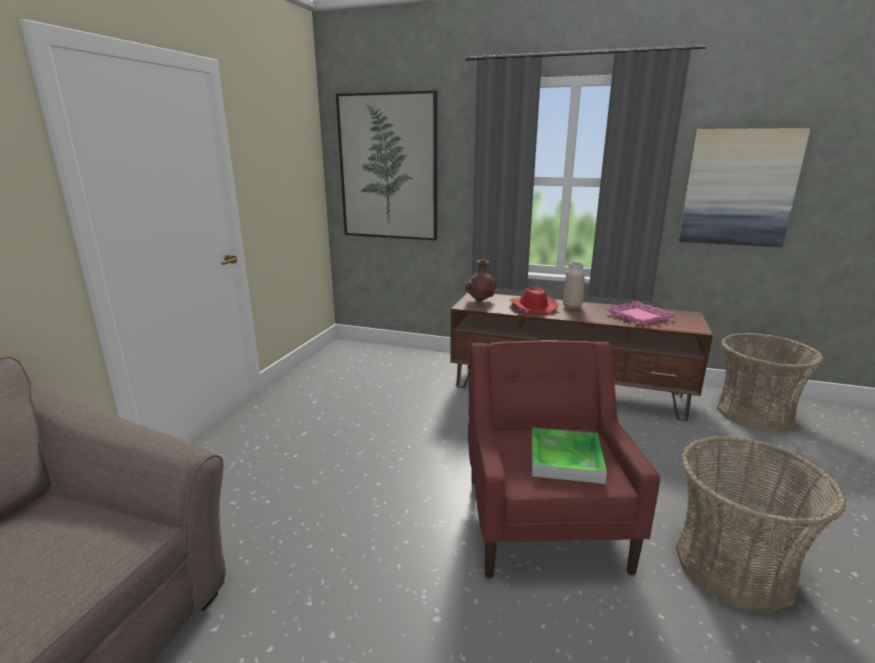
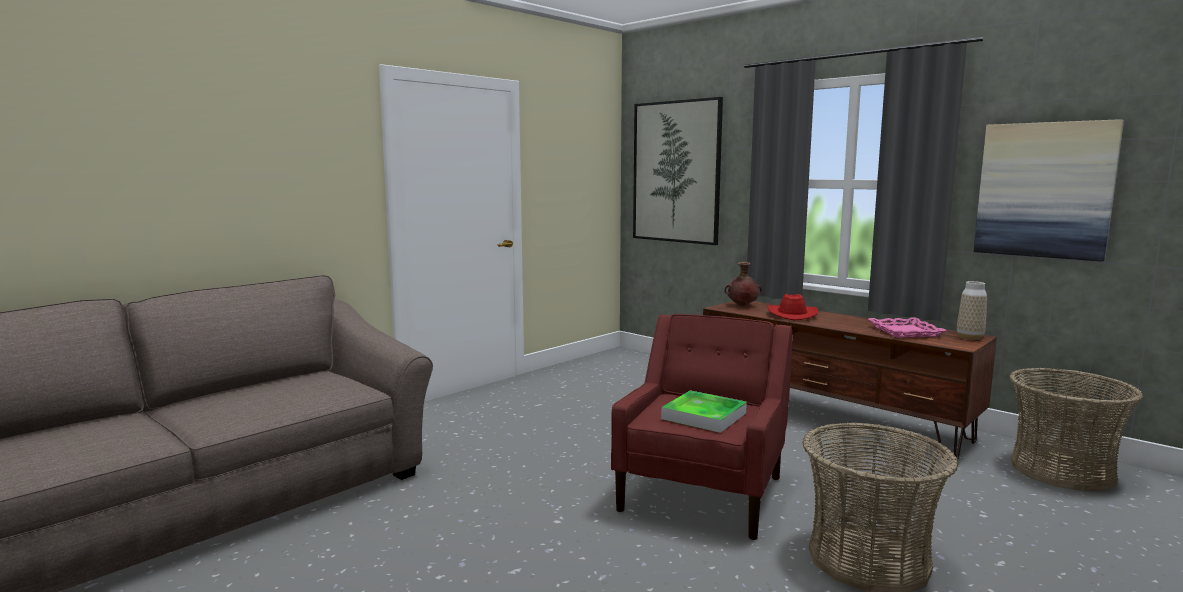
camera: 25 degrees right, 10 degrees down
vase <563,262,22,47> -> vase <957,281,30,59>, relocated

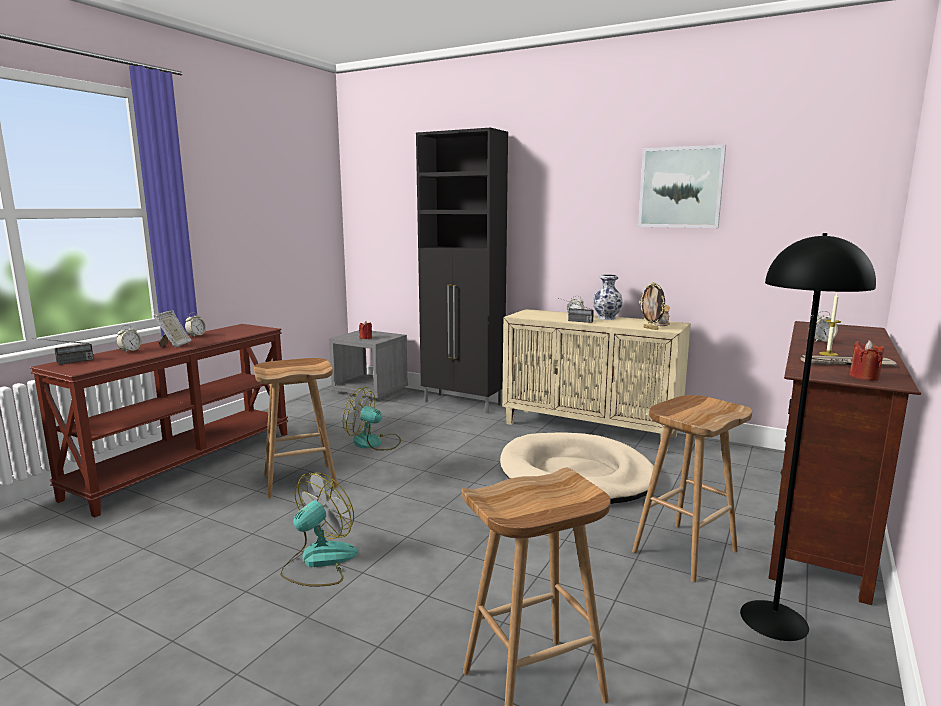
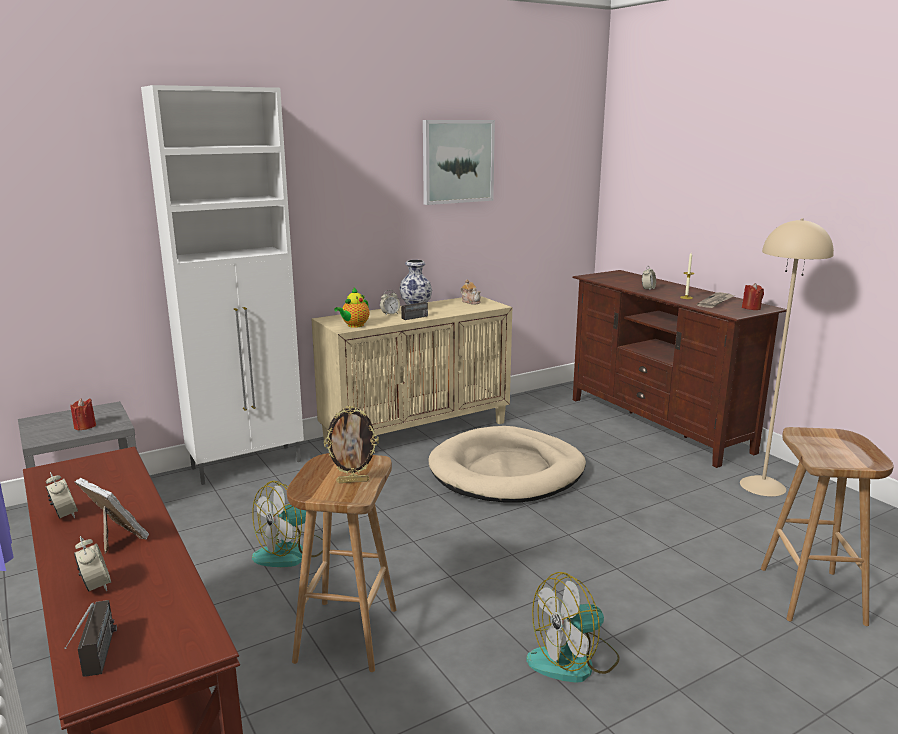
camera: 60 degrees left, 5 degrees up
cabinet/black <416,127,92,286> -> cabinet/white <141,85,163,400>
floor lamp/black <740,233,136,408> -> floor lamp/beige <740,218,94,278>
picture frame <639,282,27,48> -> picture frame <324,406,55,77>, relocated
stool/brown <632,395,120,187> -> none
fan <280,473,78,114> -> fan <526,572,94,111>, 90 degrees counterclockwise
none -> teapot <334,288,36,40>

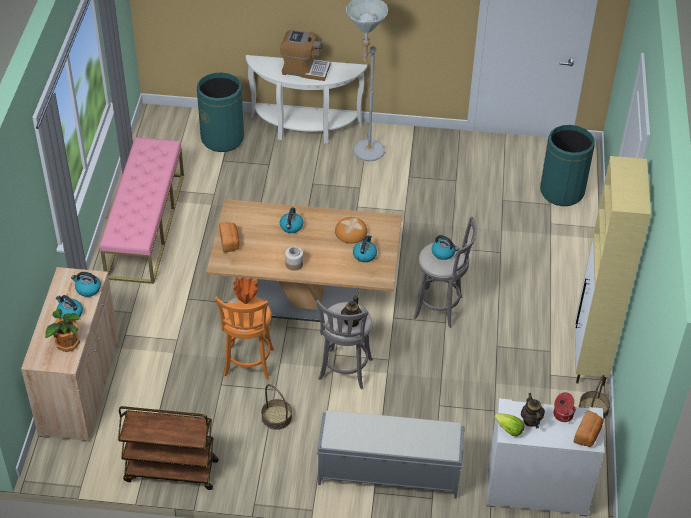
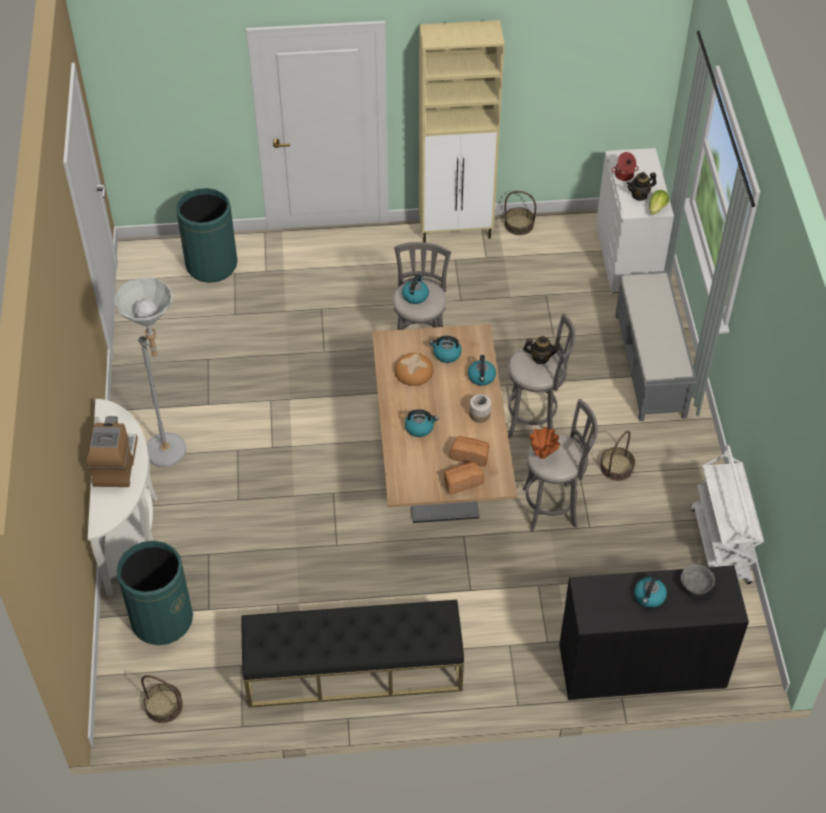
camera: 100 degrees left, 5 degrees up
bench/pink <100,137,84,147> -> bench/black <242,600,222,107>
cabinet/beige <21,267,98,174> -> cabinet/black <559,565,190,135>
kettle <71,272,30,25> -> kettle <468,355,28,31>, relocated
stool/orange <215,296,59,84> -> stool/grey <523,398,75,134>
potted plant <45,309,35,43> -> bowl/grey <681,564,34,31>
cart/brown <118,406,101,84> -> cart/white <691,445,73,139>
bread <574,410,29,37> -> bread <450,436,39,31>, relocated
none -> basket <141,675,42,48>

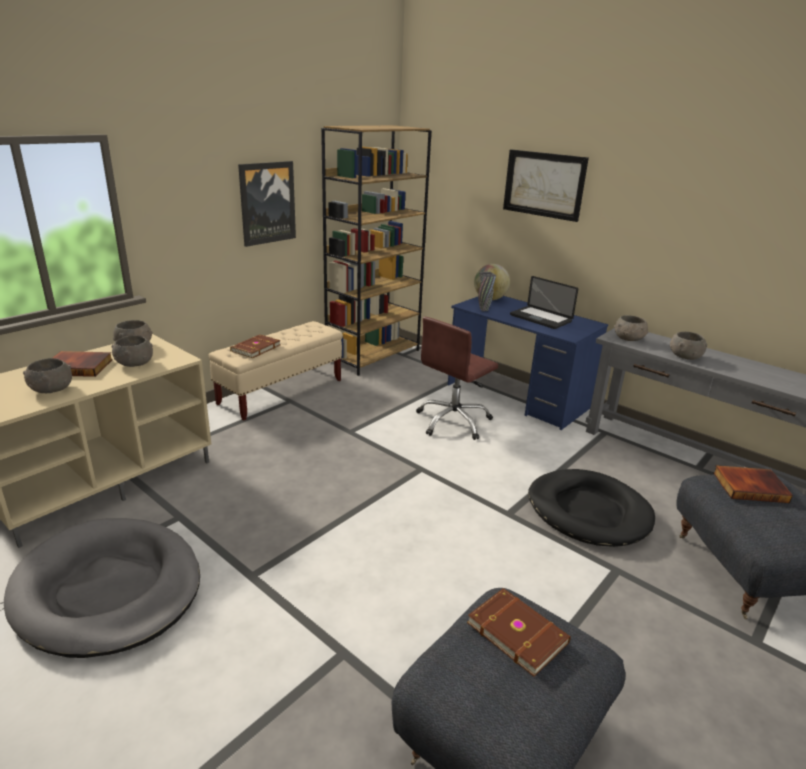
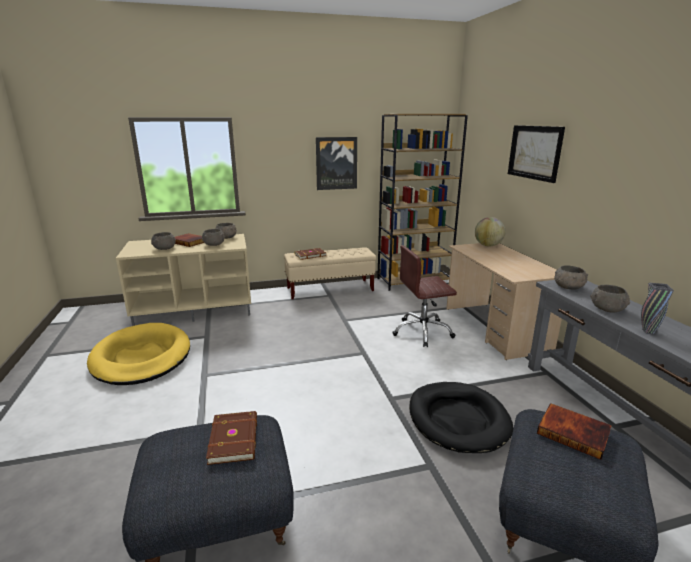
camera: 35 degrees right, 5 degrees down
vase/grey <478,272,18,39> -> vase/grey <641,283,33,51>, relocated
laptop <510,276,68,53> -> none
desk/blue <448,296,160,134> -> desk/beige <446,243,116,117>
dog bed/grey <4,518,196,140> -> dog bed/yellow <87,323,103,62>

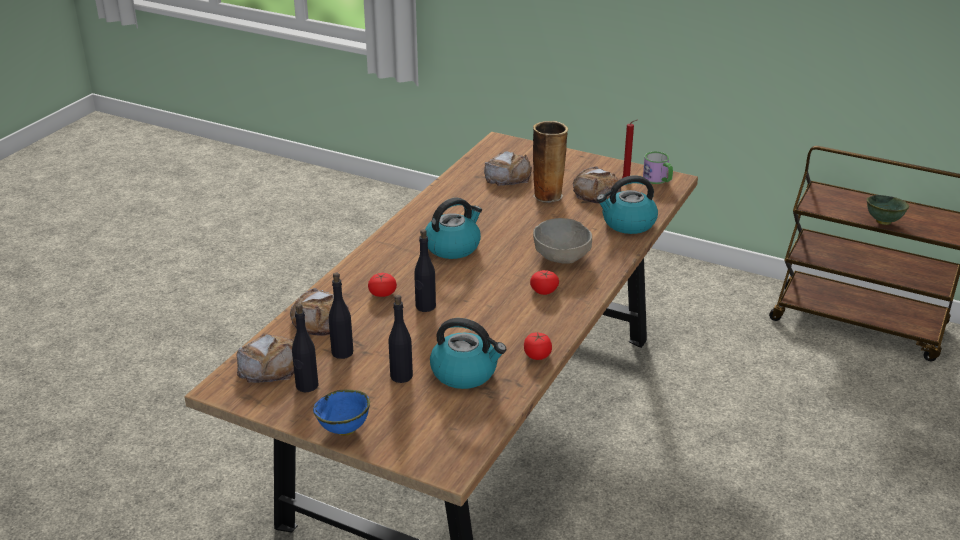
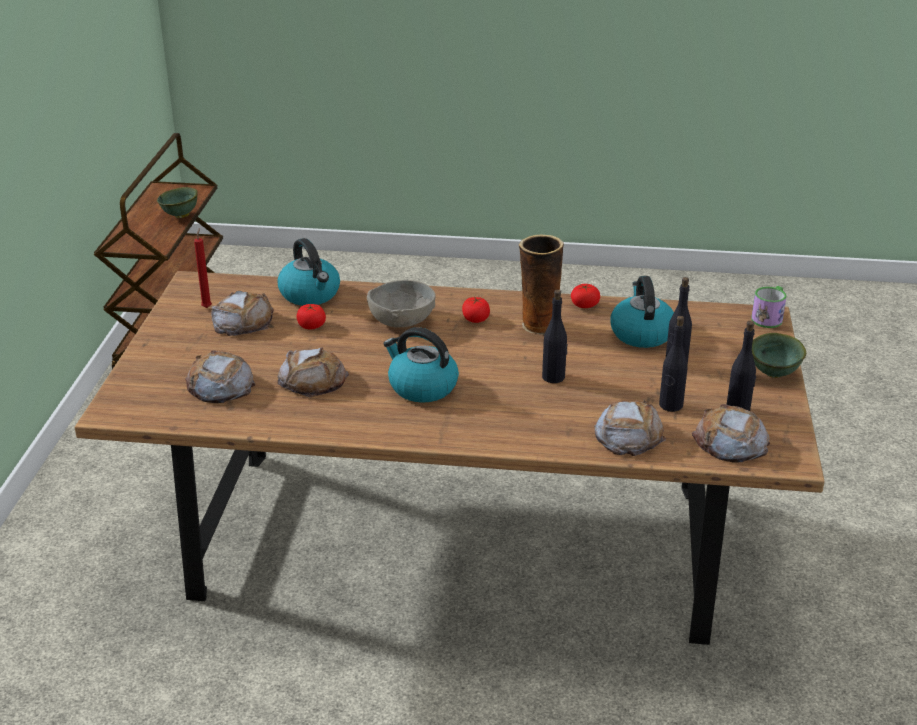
camera: 110 degrees left, 0 degrees up
vase <533,121,35,82> -> vase <519,235,45,100>, relocated
mug <643,151,30,33> -> mug <751,286,36,42>, relocated
tomato <368,273,29,24> -> tomato <296,304,30,25>, relocated
bowl/blue <313,389,57,47> -> bowl/green <752,333,54,45>
none -> bread <278,347,71,51>

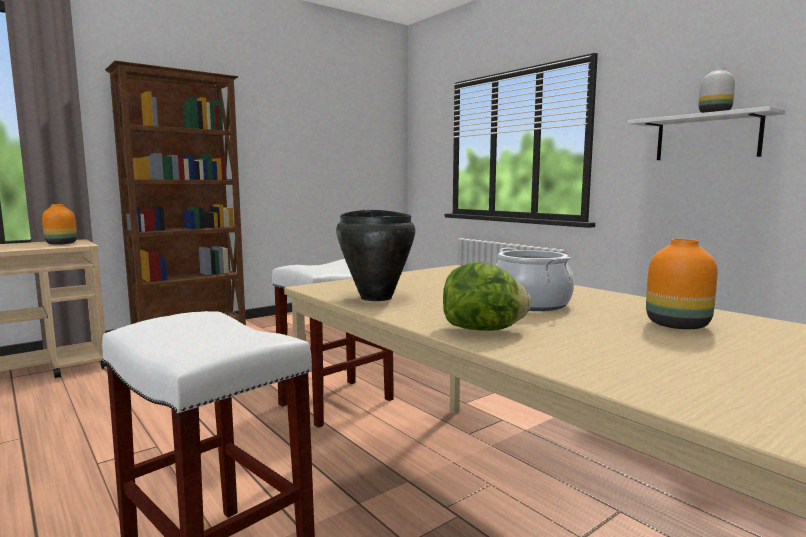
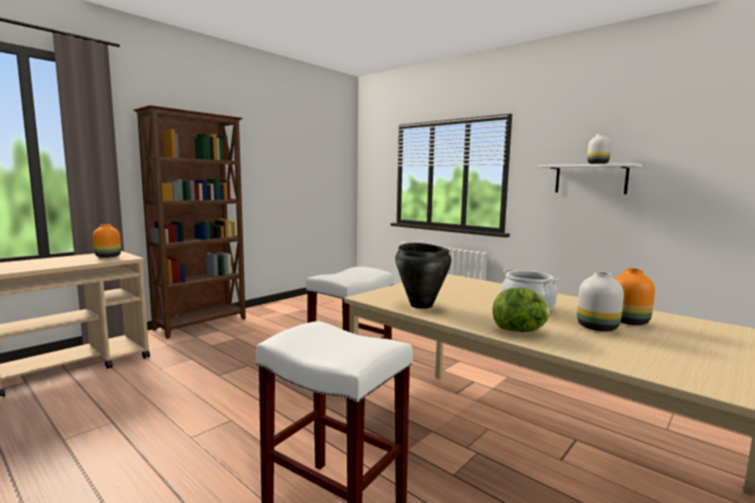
camera: 10 degrees left, 0 degrees up
none -> vase/white <577,272,47,60>

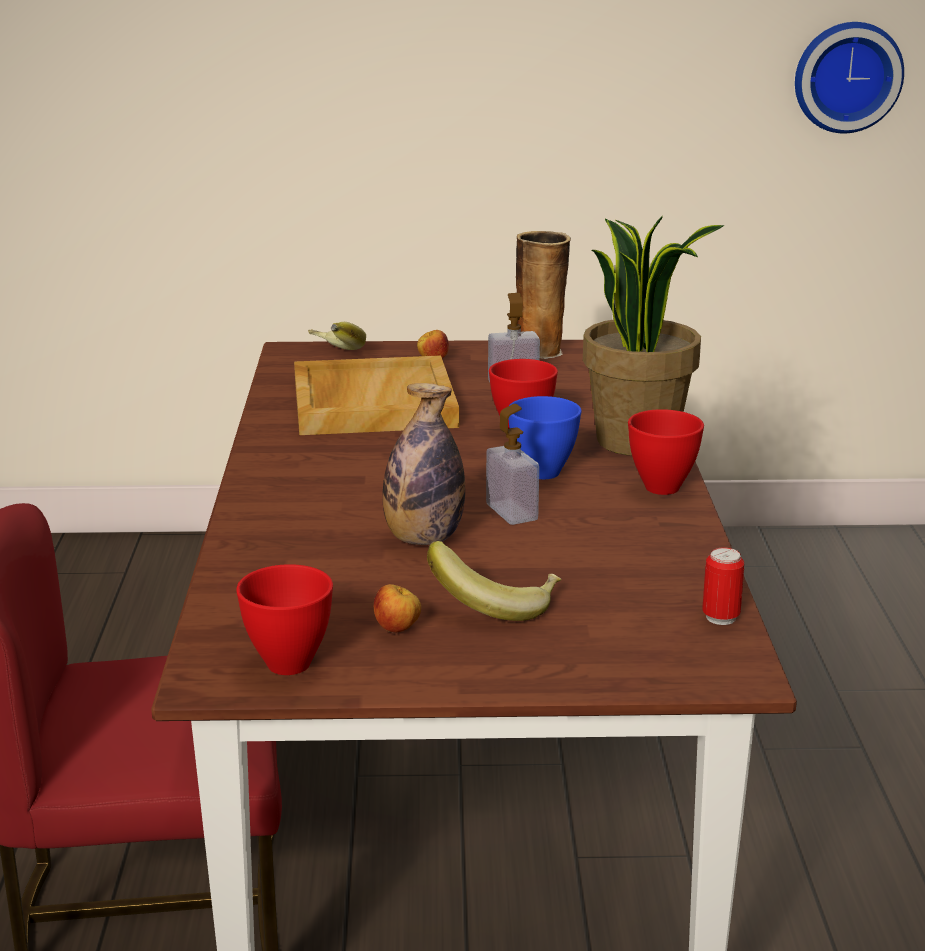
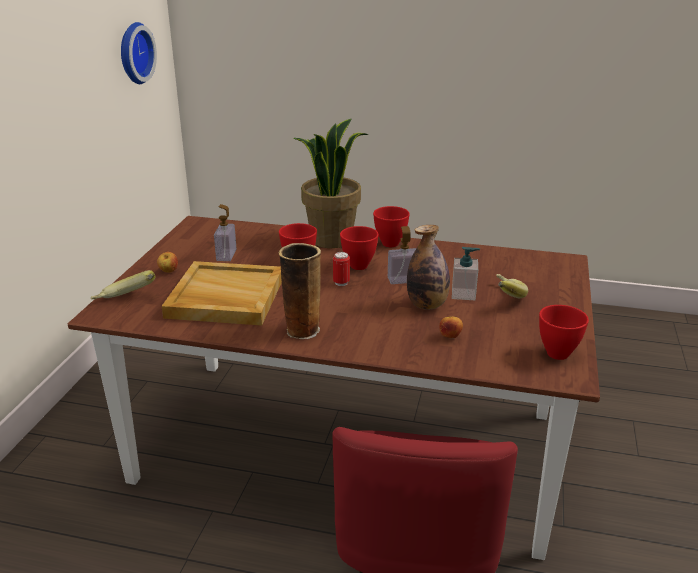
camera: 75 degrees left, 5 degrees up
vase <516,231,55,128> -> vase <278,243,43,96>, relocated
bowl/blue <508,396,74,83> -> bowl/red <340,226,39,44>
can <702,548,42,77> -> can <333,252,17,34>, relocated
apple <374,584,47,48> -> apple <439,316,24,23>, relocated
none -> soap dispenser <452,247,28,53>

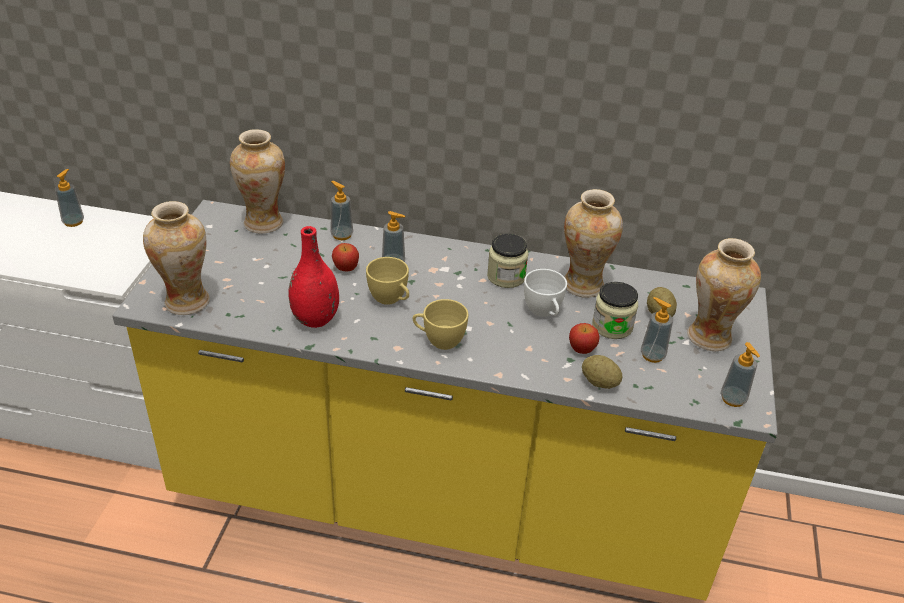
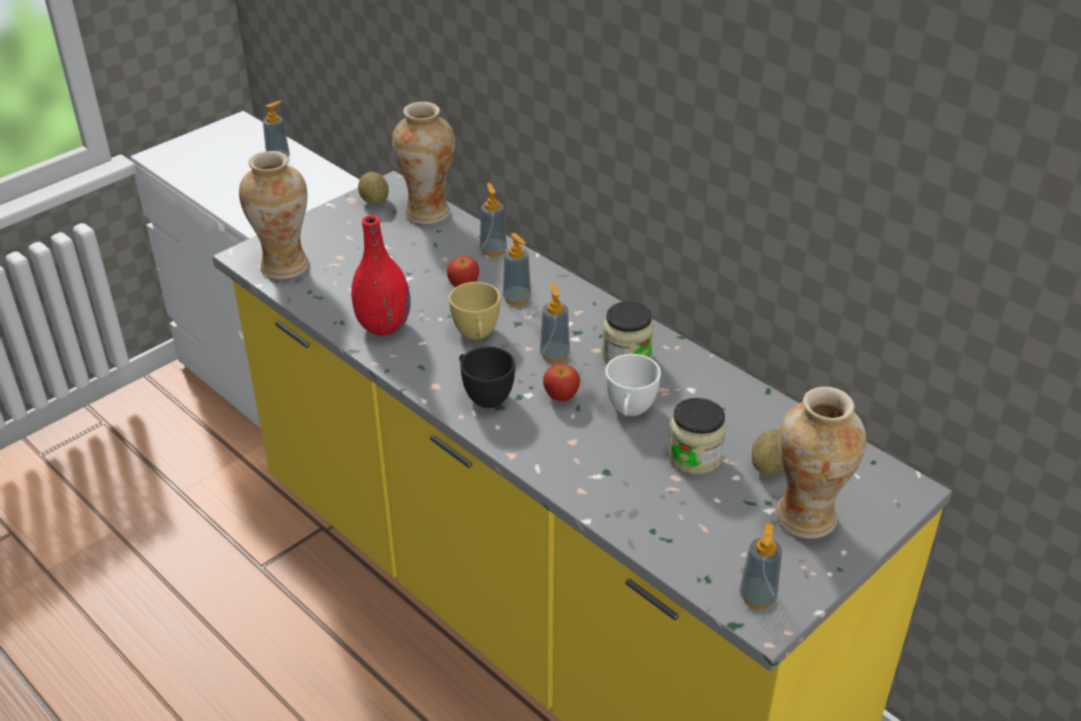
camera: 35 degrees right, 0 degrees up
vase <564,189,59,109> -> none
soap dispenser <641,297,32,66> -> soap dispenser <540,283,30,80>, relocated
cup/yellow <412,299,56,51> -> cup/black <459,346,56,62>
apple <569,323,31,31> -> apple <543,364,37,37>, relocated
potato <582,355,40,34> -> potato <358,172,31,32>, relocated

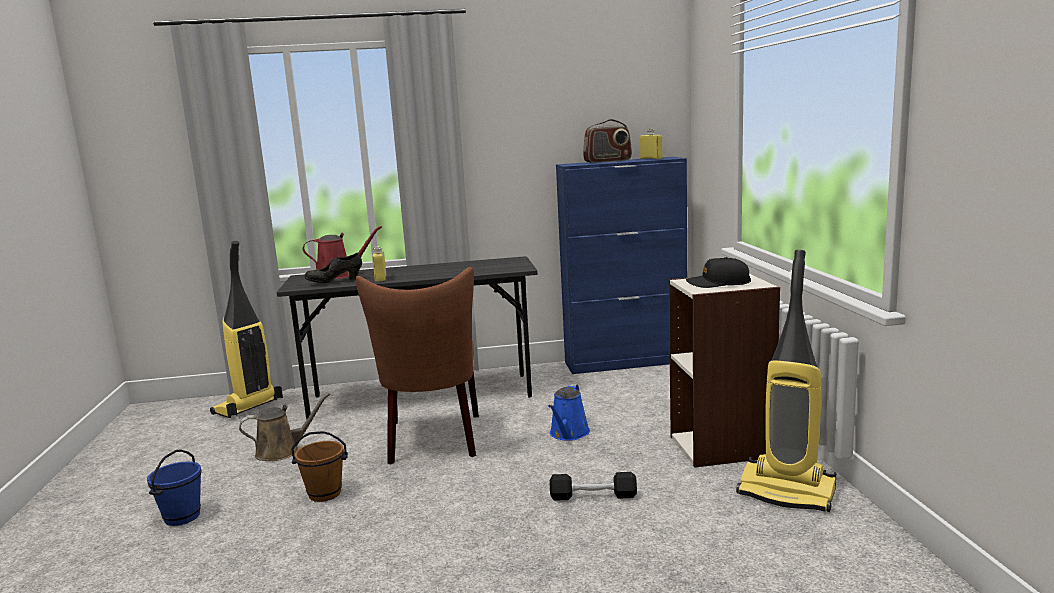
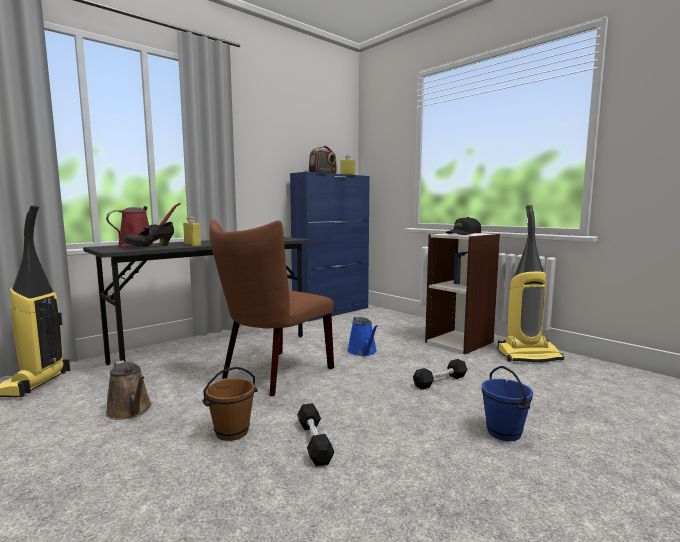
camera: 35 degrees left, 5 degrees down
chair/brown <356,267,123,198> -> chair/brown <210,219,124,177>, 75 degrees clockwise
watering can/brown <239,393,91,68> -> watering can/brown <105,360,47,60>, 105 degrees clockwise
bucket/blue <147,449,54,77> -> bucket/blue <482,366,51,75>, relocated
none -> dumbbell/black <297,403,38,63>

